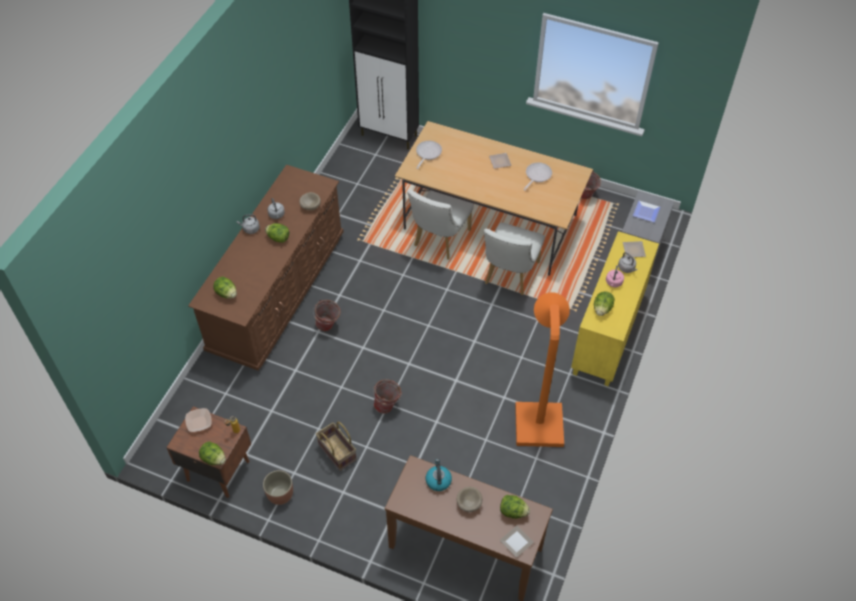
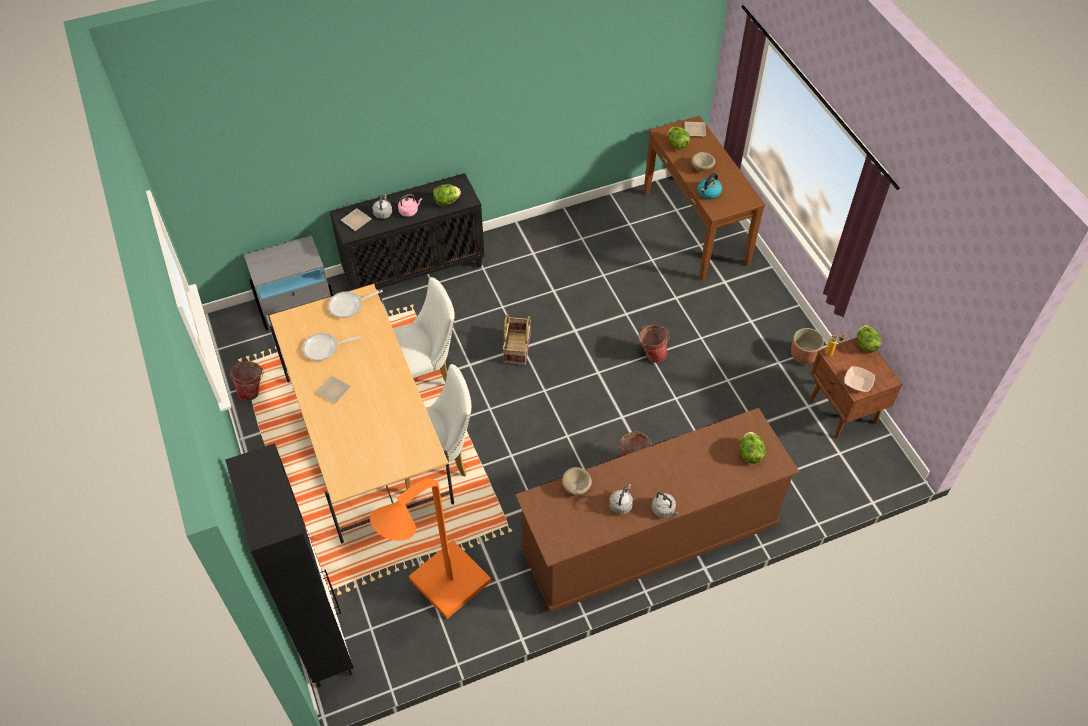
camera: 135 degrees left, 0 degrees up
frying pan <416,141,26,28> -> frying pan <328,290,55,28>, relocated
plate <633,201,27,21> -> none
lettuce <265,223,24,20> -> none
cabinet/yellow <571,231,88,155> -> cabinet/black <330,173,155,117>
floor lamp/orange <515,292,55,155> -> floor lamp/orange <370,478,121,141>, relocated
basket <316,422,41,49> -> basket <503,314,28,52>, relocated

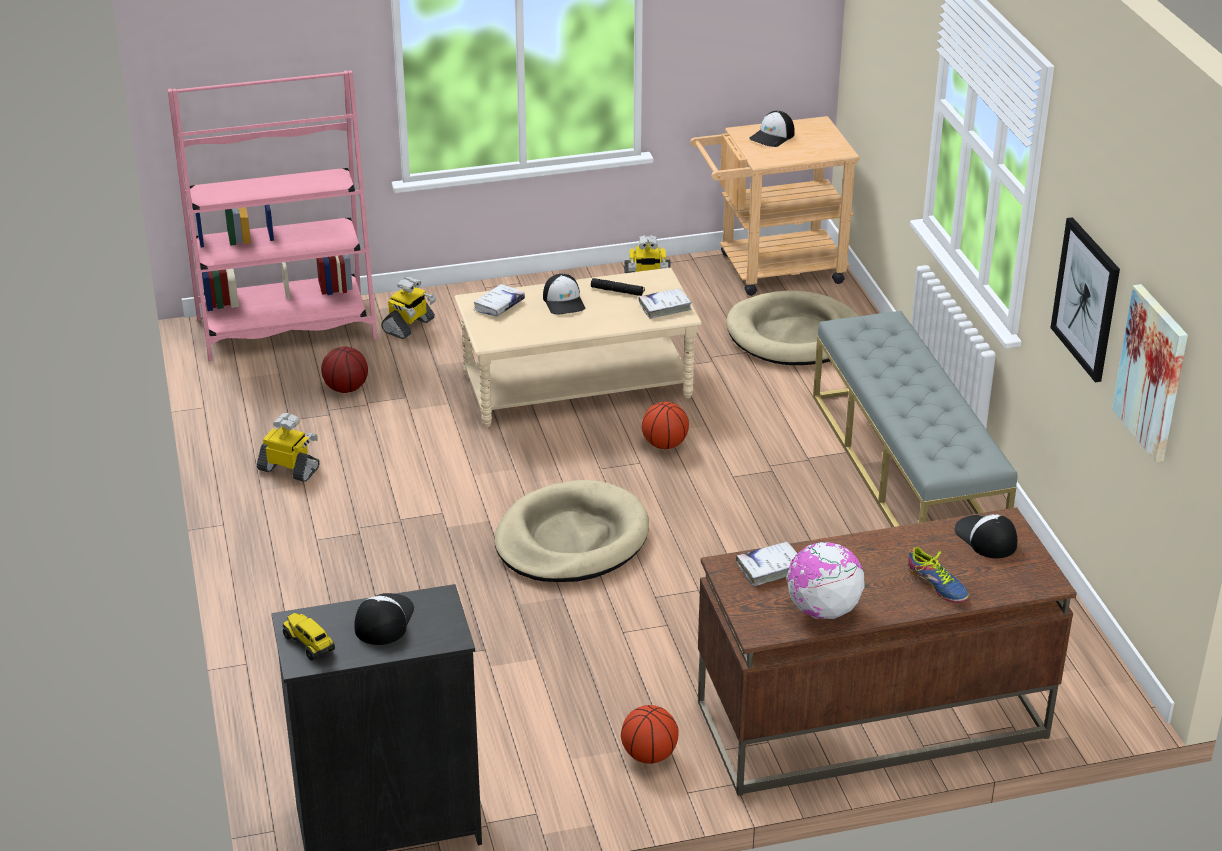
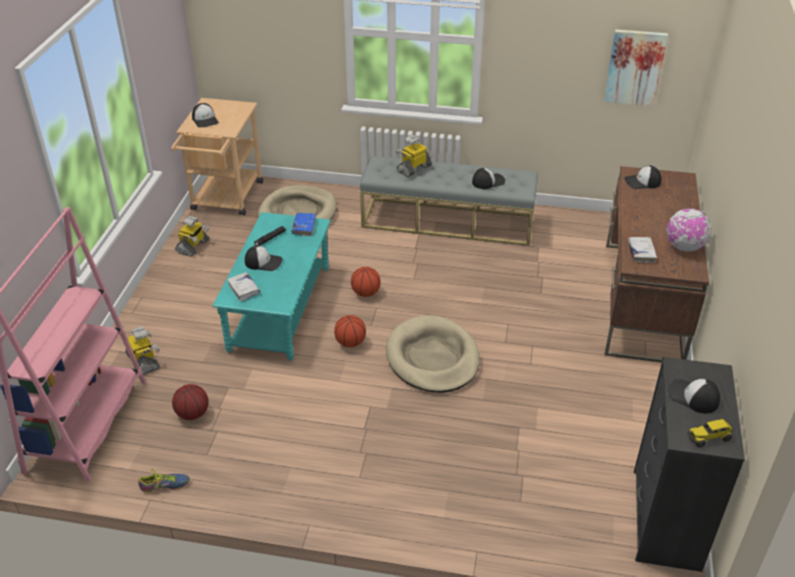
camera: 65 degrees left, 5 degrees up
picture <1051,217,69,165> -> none
coffee table/beige <454,268,248,159> -> coffee table/turquoise <212,212,119,149>
book/white <638,288,54,31> -> book/blue <291,213,25,23>
toy robot <257,413,63,69> -> toy robot <396,135,36,42>, relocated
shoe <908,547,61,56> -> shoe <138,469,52,24>, relocated
basketball <621,705,58,59> -> basketball <334,315,32,32>, relocated
none -> cap <472,168,33,21>

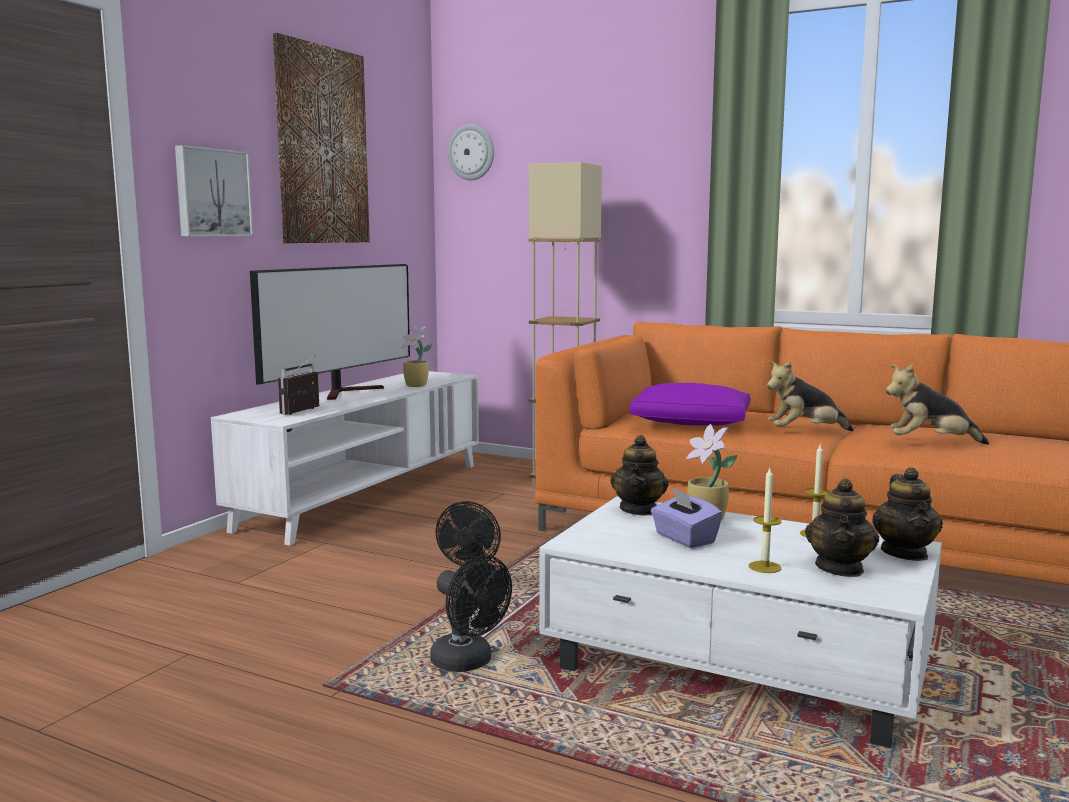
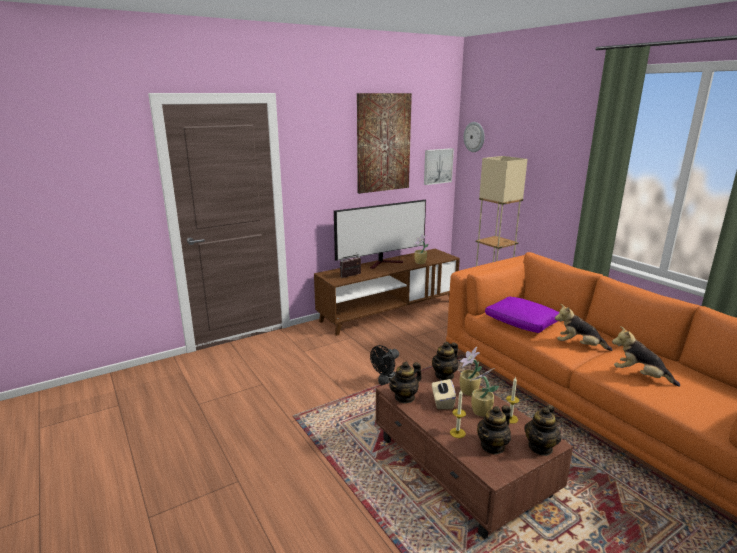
camera: 30 degrees right, 10 degrees up
picture <175,145,78,91> -> picture <424,148,30,37>, relocated
tv stand/white <211,371,268,175> -> tv stand/brown <314,249,146,87>
tissue box/purple <651,488,72,60> -> tissue box/beige <432,378,24,31>
coffee table/white <539,496,403,252> -> coffee table/brown <376,367,197,173>
fan/black <430,555,82,117> -> none
none -> teapot <388,362,34,42>
none -> potted plant <470,368,29,49>

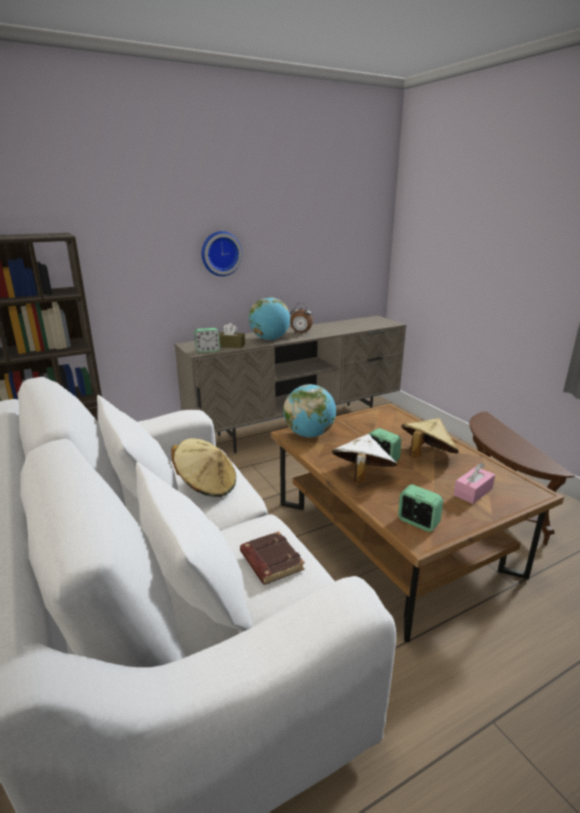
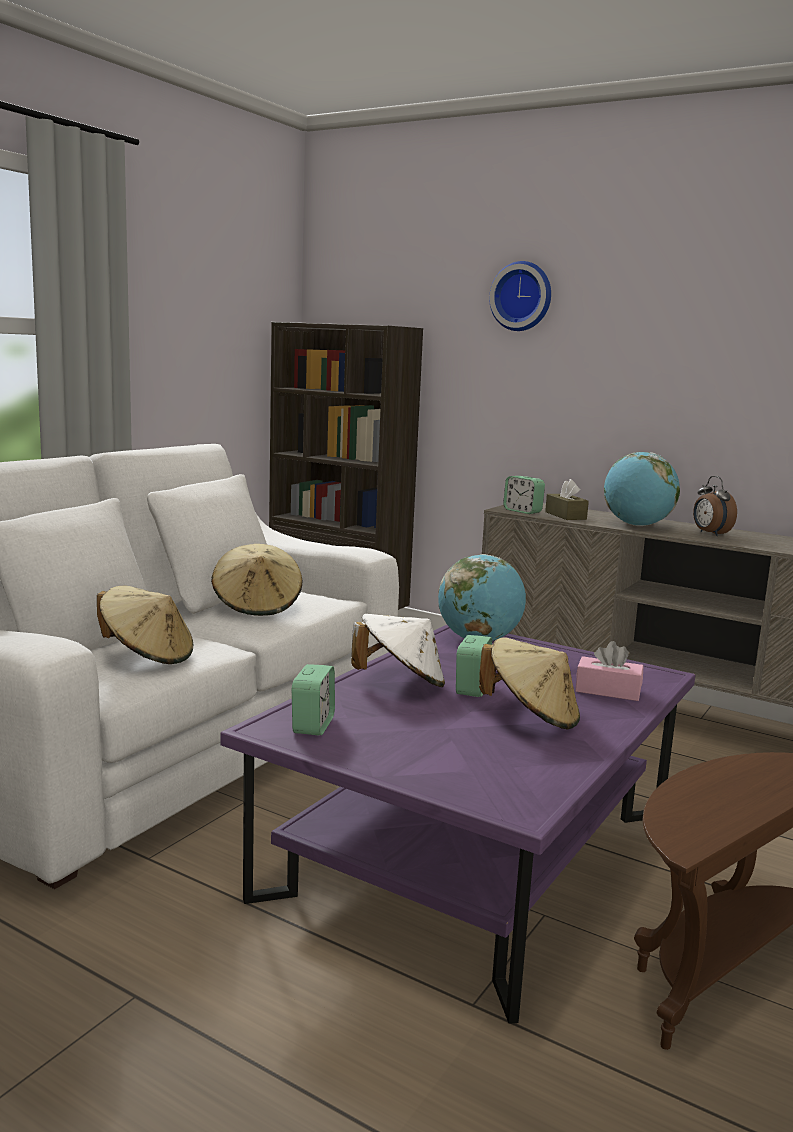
camera: 60 degrees right, 10 degrees down
wall clock <202,231,40,45> -> wall clock <489,261,62,70>, relocated
coffee table/brown <271,404,293,238> -> coffee table/purple <221,625,474,398>
tissue box/pink <454,463,41,41> -> tissue box/pink <575,641,68,60>, relocated
book/brown <240,531,65,54> -> hat/beige <97,586,96,78>

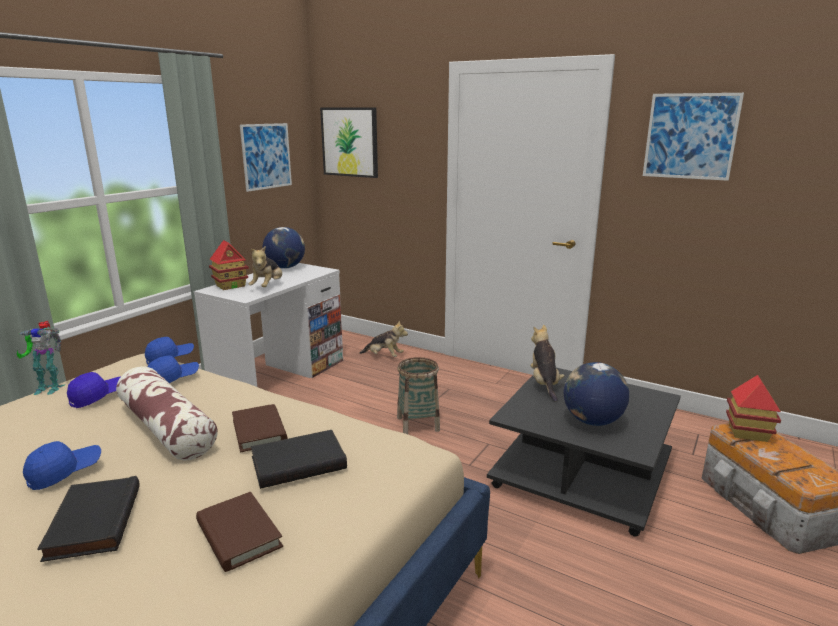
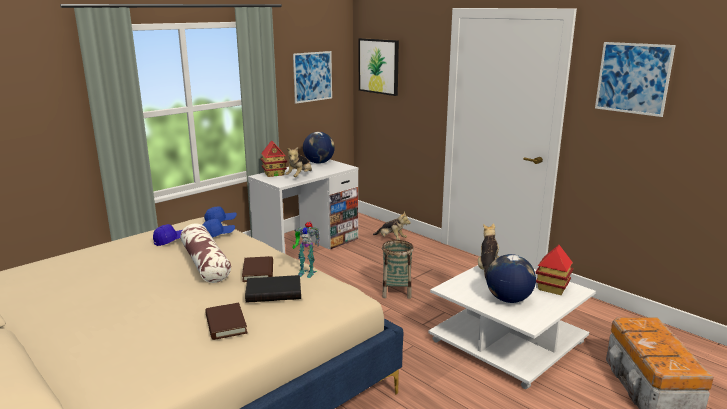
camera: 15 degrees right, 0 degrees up
toy robot <17,321,48,74> -> toy robot <293,222,27,56>, relocated
coffee table/black <487,368,194,169> -> coffee table/white <428,265,168,124>
toy house <726,375,55,67> -> toy house <535,245,38,50>, relocated
cap/blue <23,441,78,49> -> none
book/black <37,476,103,86> -> none

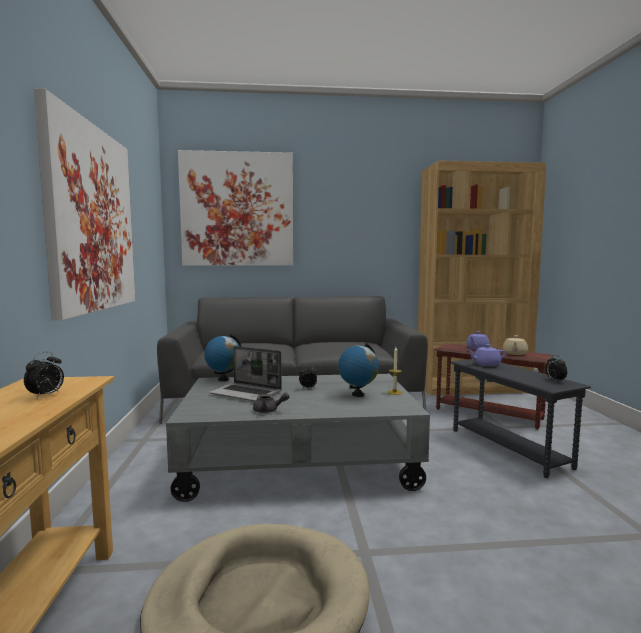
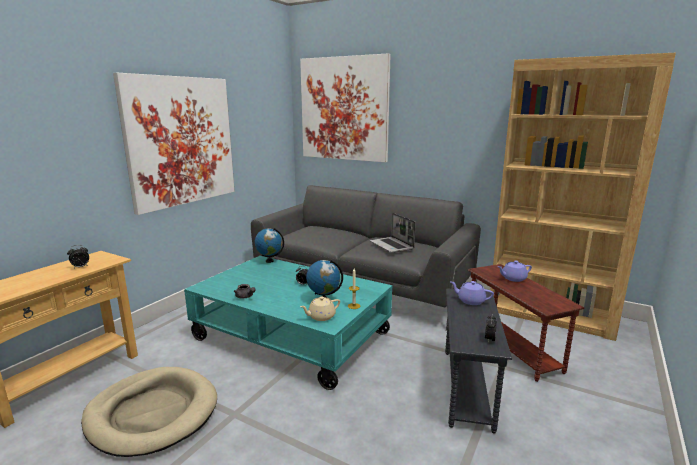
camera: 35 degrees right, 10 degrees up
teapot/beige <503,335,25,20> -> teapot/beige <300,297,40,24>, relocated
laptop <209,346,73,55> -> laptop <370,213,46,40>, relocated
coffee table/grey <166,374,264,128> -> coffee table/turquoise <184,256,208,134>

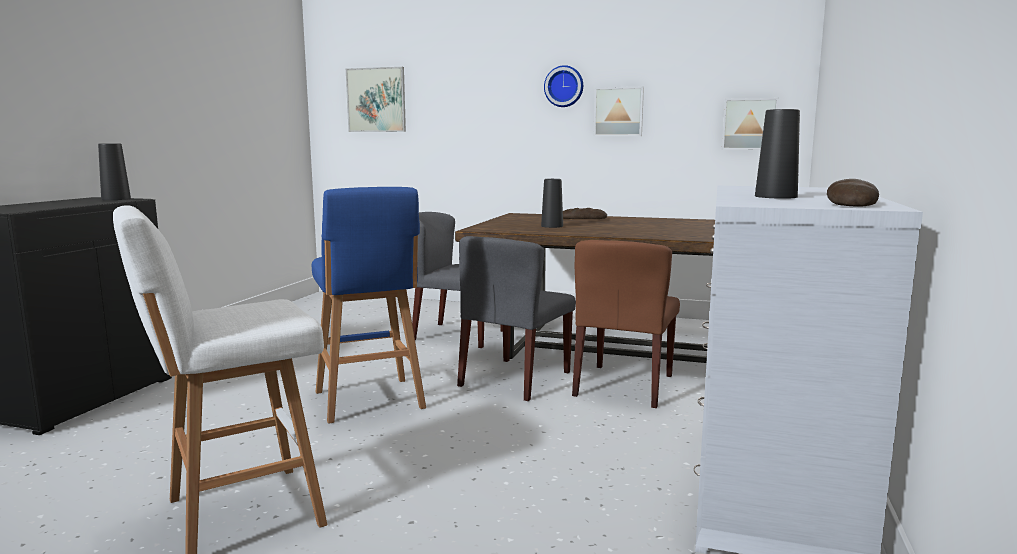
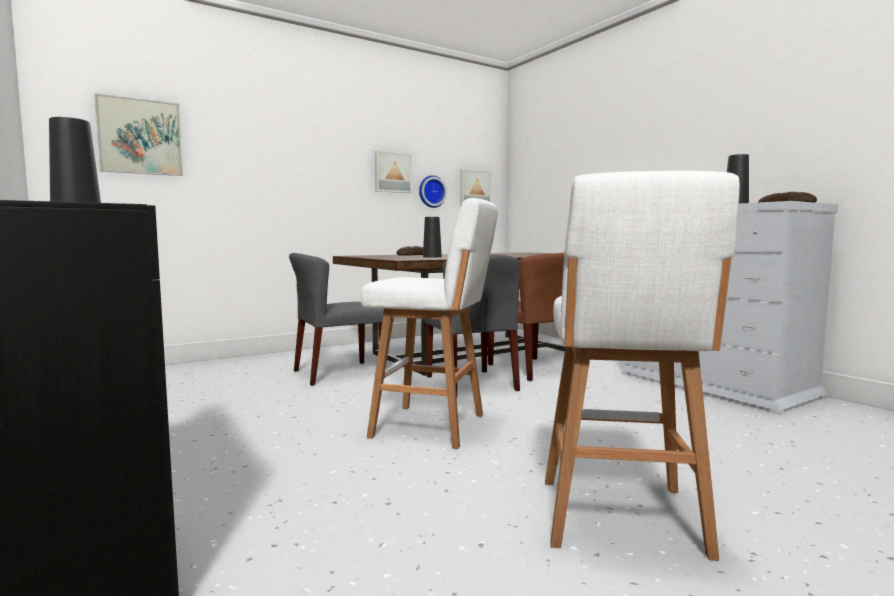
camera: 50 degrees left, 5 degrees down
wall clock <544,65,39,42> -> wall clock <419,175,28,33>, relocated
stool/blue <312,187,114,237> -> stool/white <361,198,137,251>

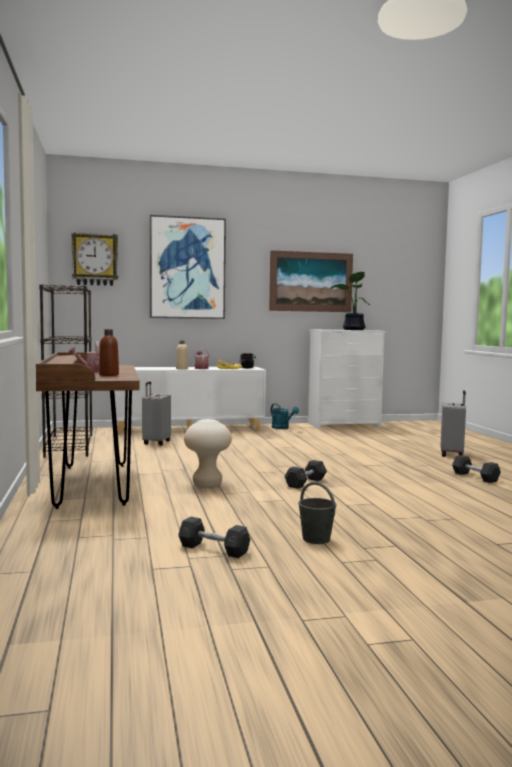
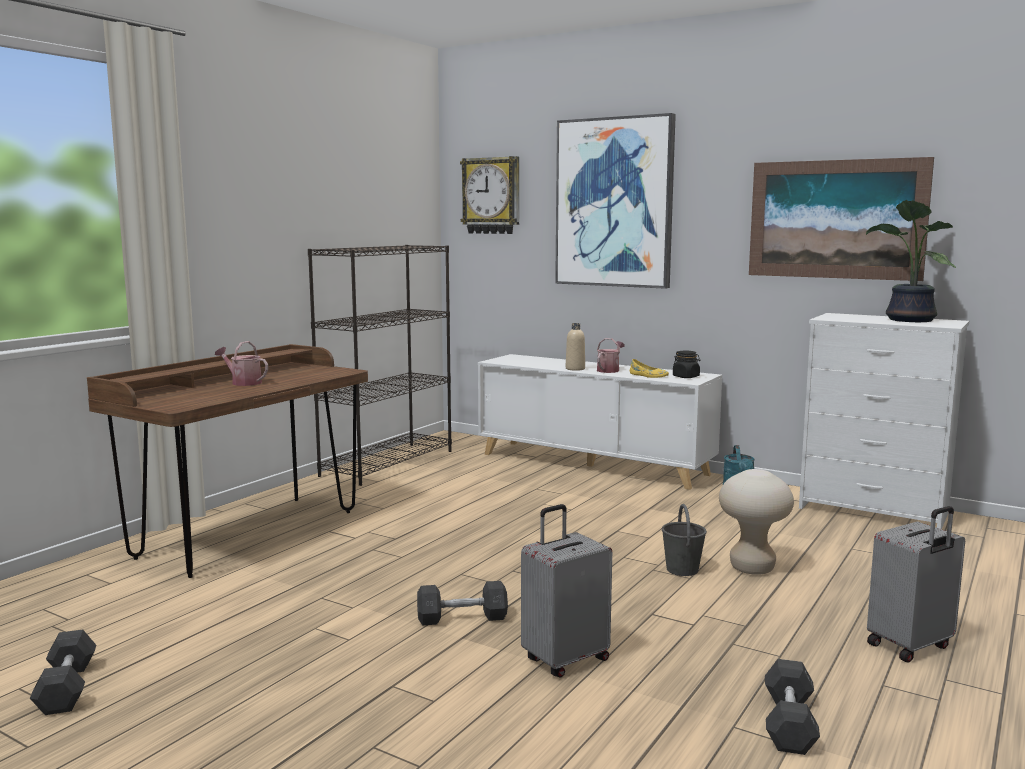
camera: 45 degrees right, 5 degrees up
bottle/brown <99,329,20,47> -> none
suitcase/grey <142,382,29,63> -> suitcase/grey <521,504,91,174>, relocated
stool/beige <184,419,48,69> -> stool/beige <719,469,75,106>, relocated
bucket/grey <298,482,39,62> -> bucket/grey <662,504,45,72>, relocated

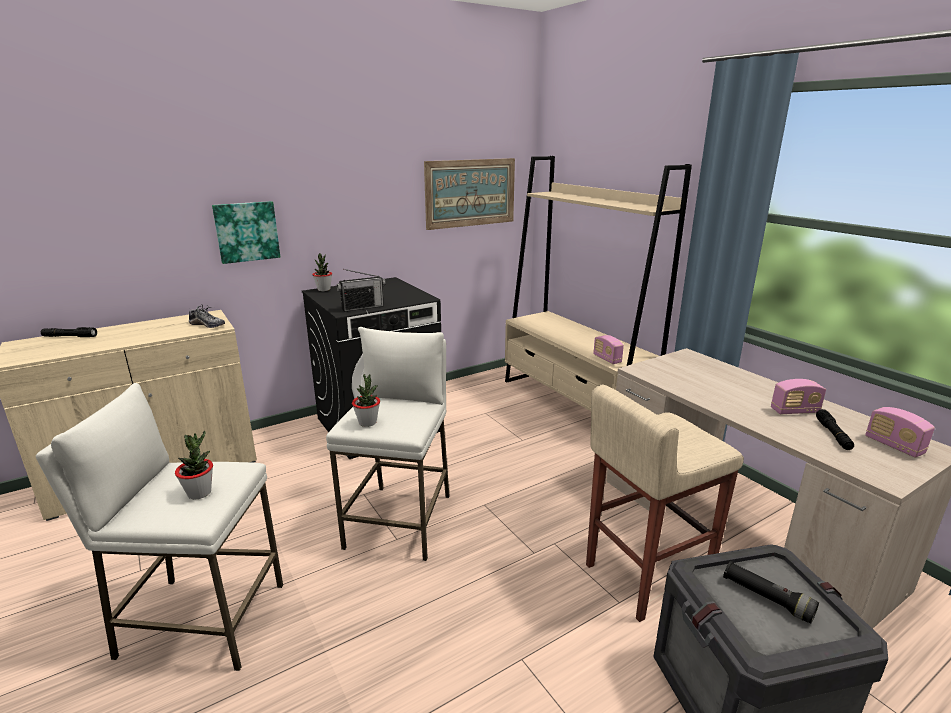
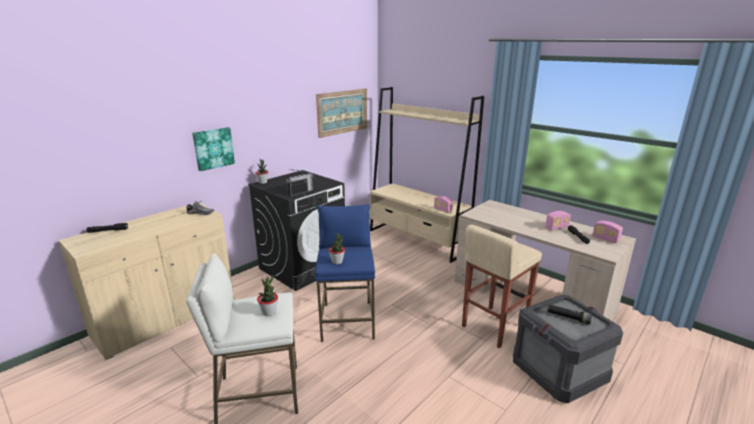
camera: 15 degrees left, 0 degrees up
stool/white <326,327,124,234> -> stool/blue <315,204,60,138>

